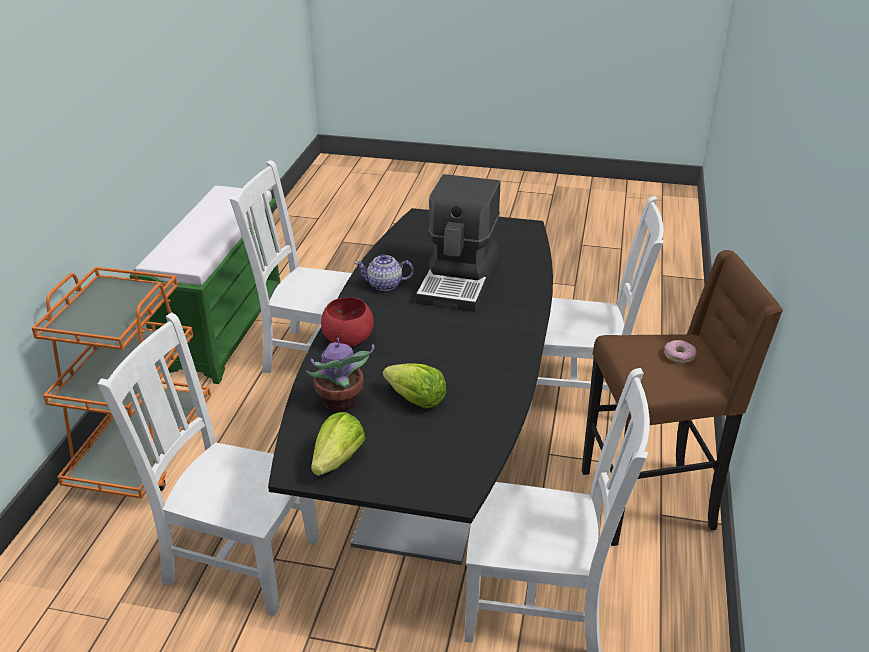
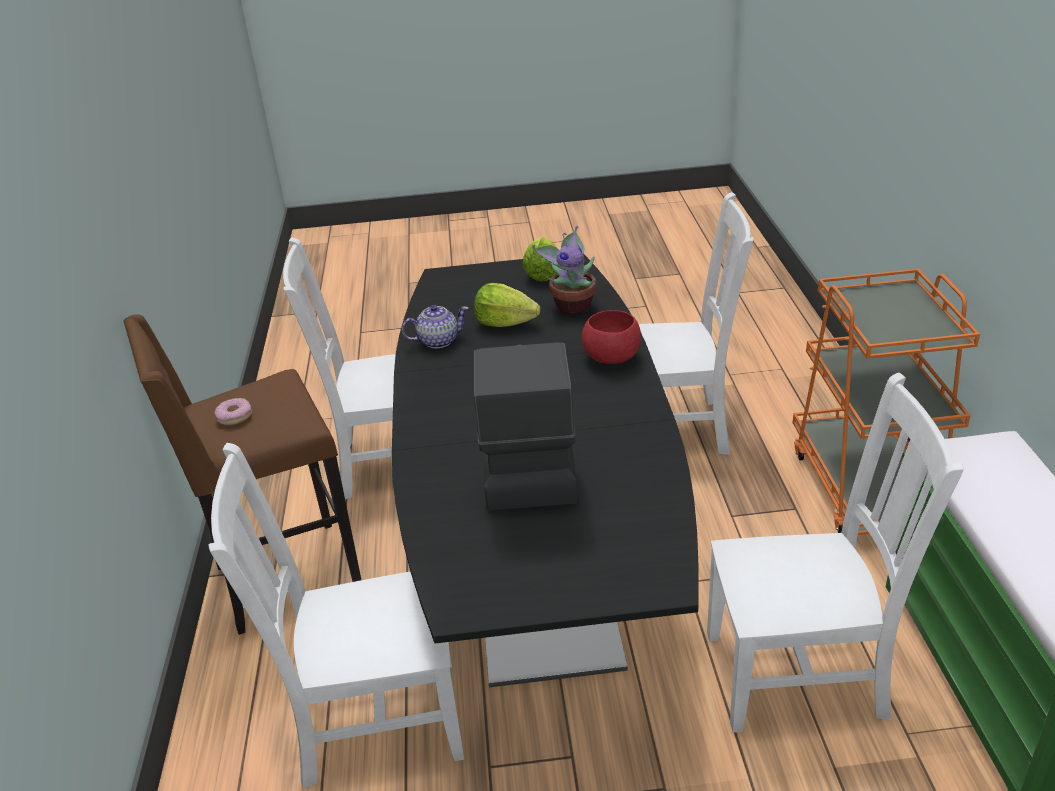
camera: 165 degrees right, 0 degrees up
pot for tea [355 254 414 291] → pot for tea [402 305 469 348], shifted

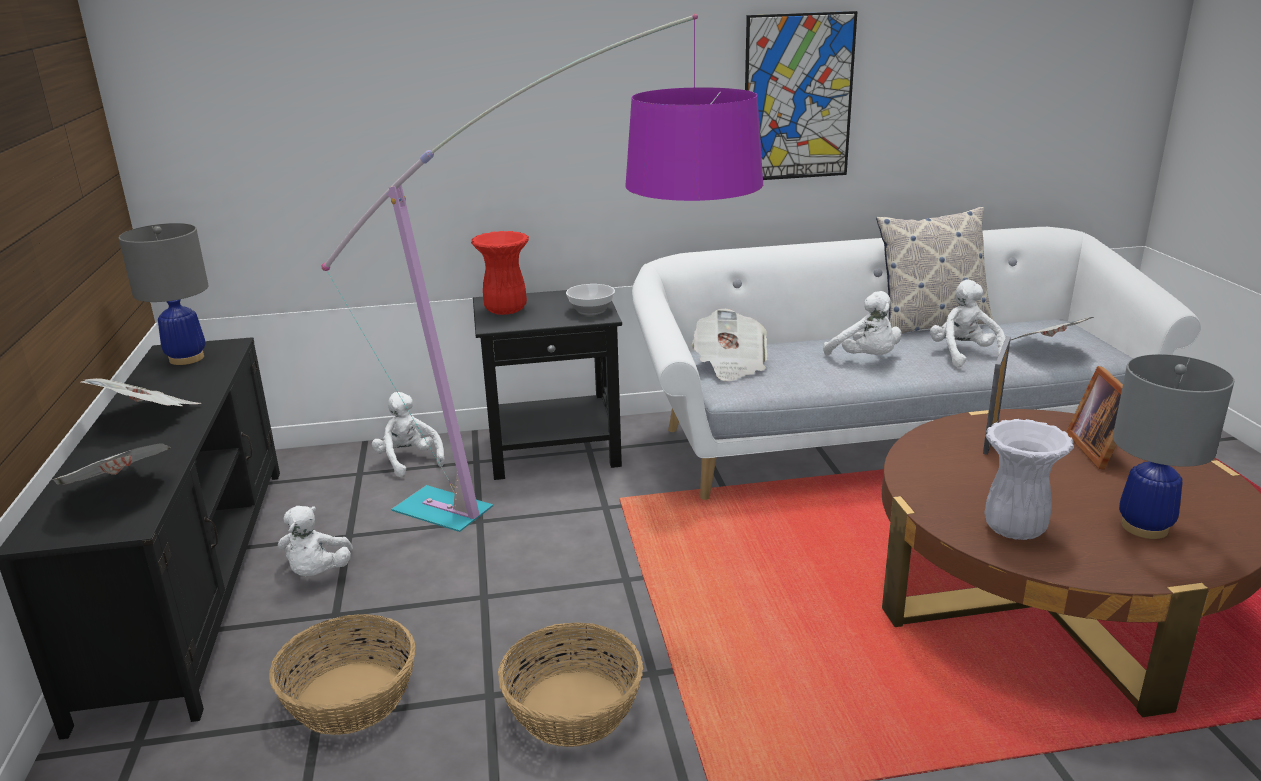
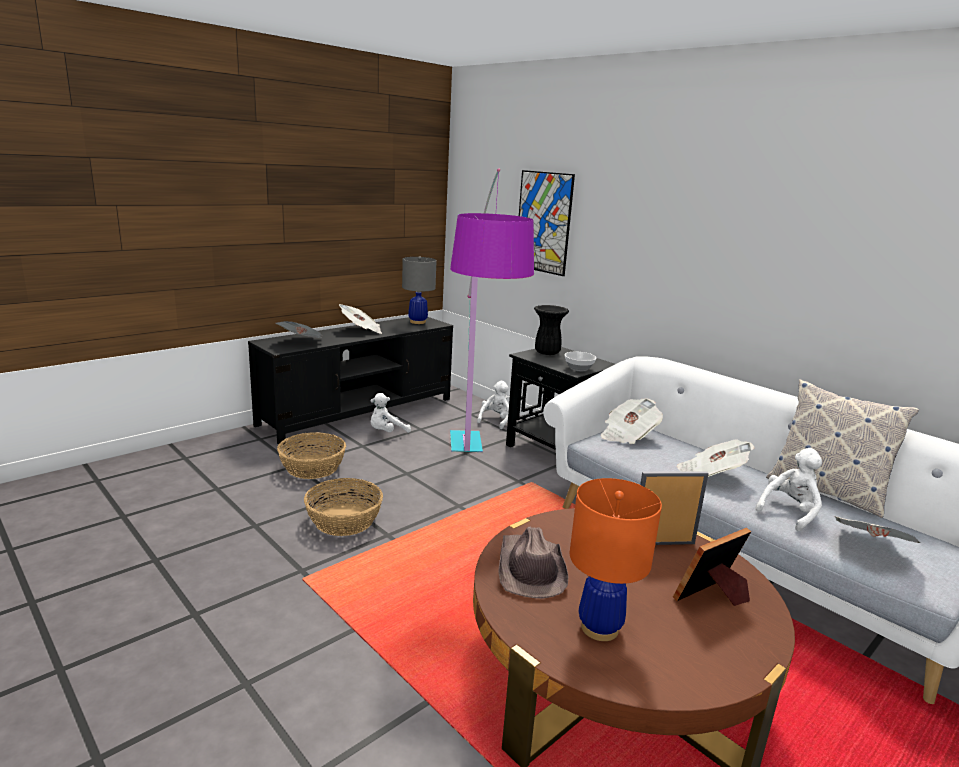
camera: 55 degrees right, 5 degrees down
whitish vase [984 419 1074 540] → brownish hat [498 527 569 598]
wall art [745 11 857 180] → wall art [519 170 575 276], shifted
red-coloured vase [471 231 529 315] → black vase [534 305 569 355]
gray tabletop lamp [1113 354 1234 539] → orange-coloured tabletop lamp [570 478 662 641]
whitish soft toy [823 291 902 355] → daily paper [677 439 755 477]

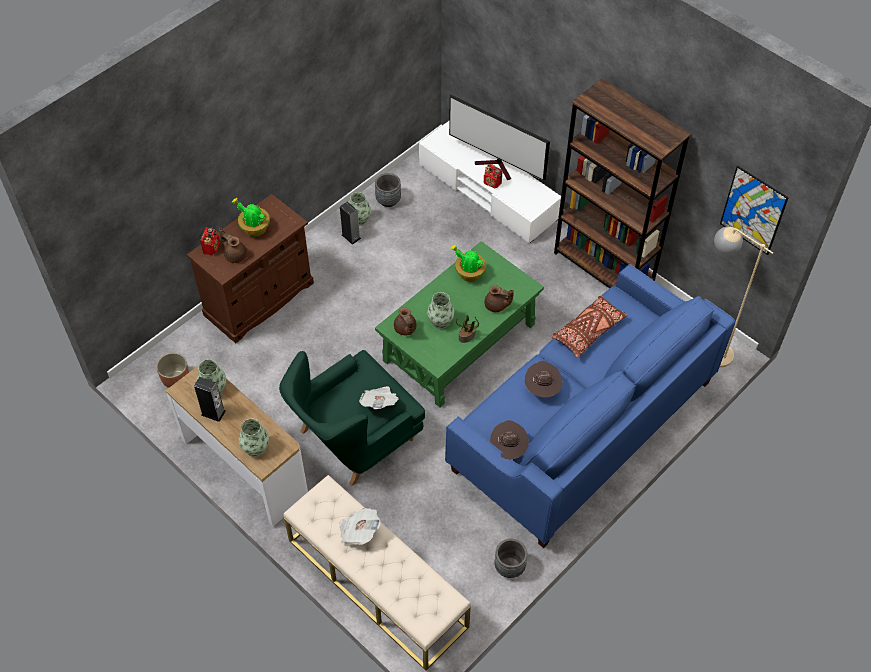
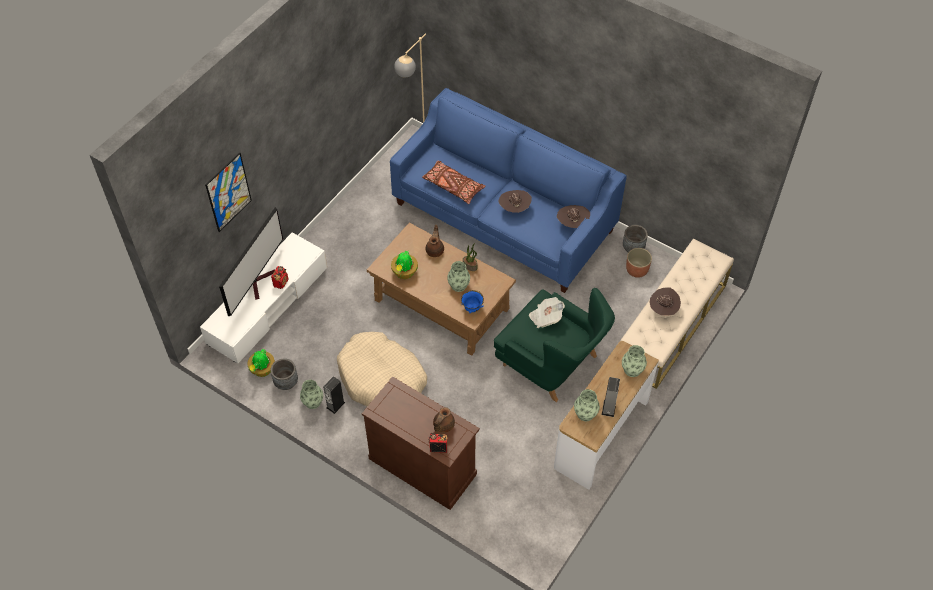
camera: 100 degrees left, 0 degrees up
wall art [720 166 789 255] → wall art [205 152 252 232], shifted
houseplant [232 198 270 237] → houseplant [248 349 275 377], shifted
- → beige pet bed [337 332 427 406]
green coffee table [375 241 544 407] → brownish coffee table [367 223 516 356]
brownish pot for tea [394 308 416 335] → blue-coloured bowl [461 290 484 314]
flower pot [156 353 189 388] → flower pot [626 248 652 278], shifted
daily paper [339 508 380 545] → brownish hat [649 287 681 316]
brownish bookshelf [554 79 691 288] → -

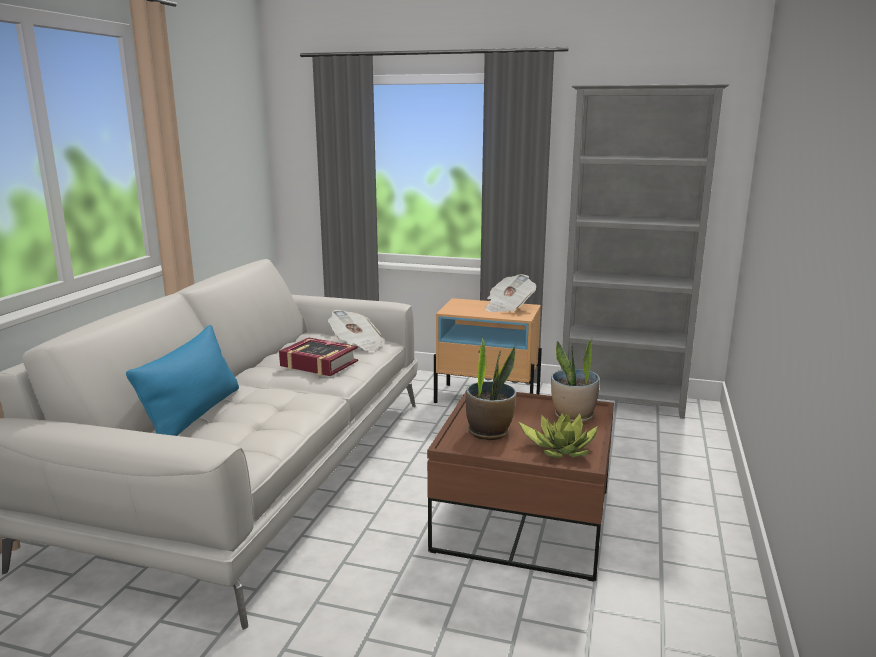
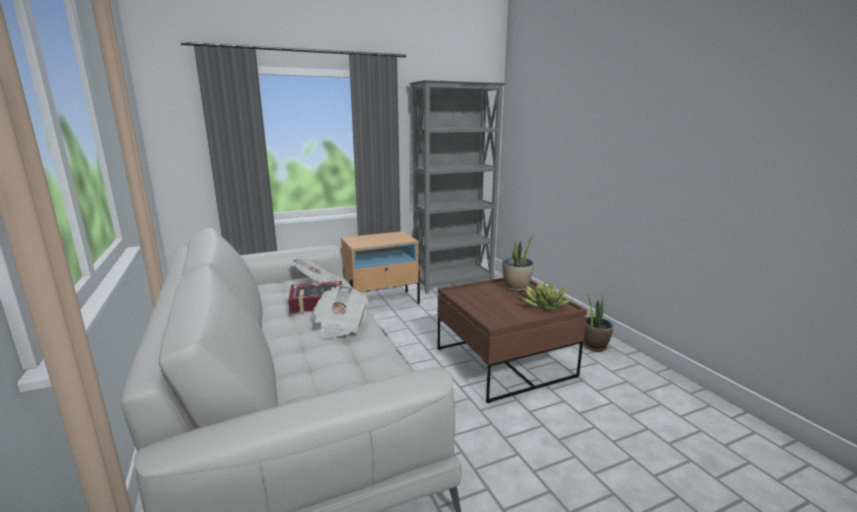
camera: 40 degrees left, 0 degrees up
daily paper [485 274 536 312] → daily paper [313 285 369 339], shifted
houseplant [466 337 516 440] → houseplant [583 295 614 352], shifted
blue-coloured pillow [126 325 239 436] → -

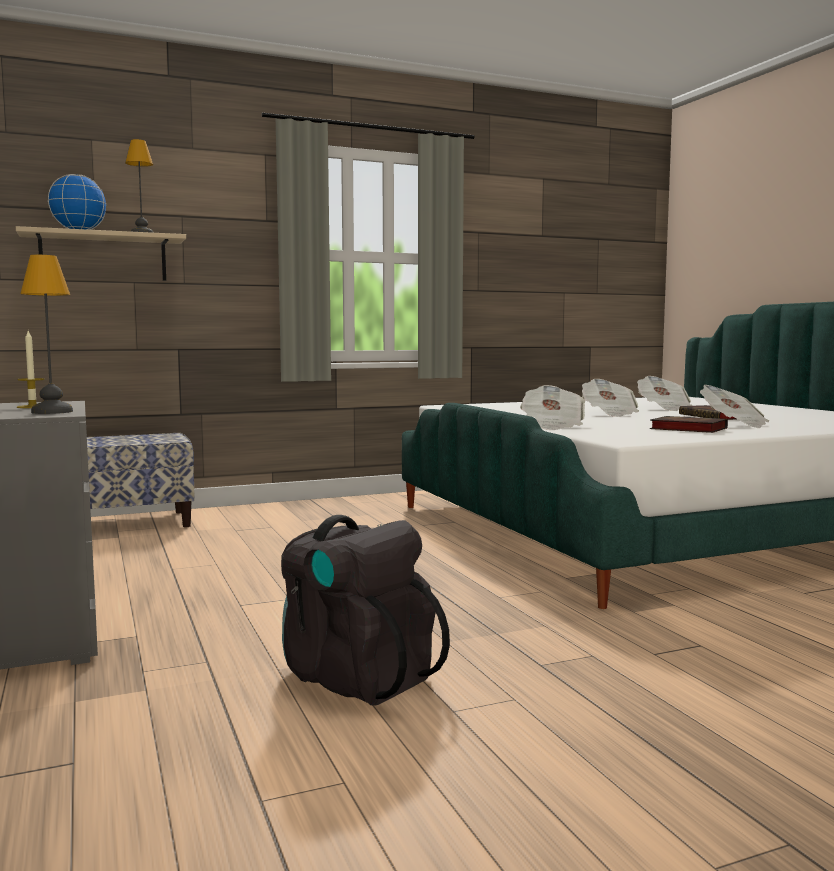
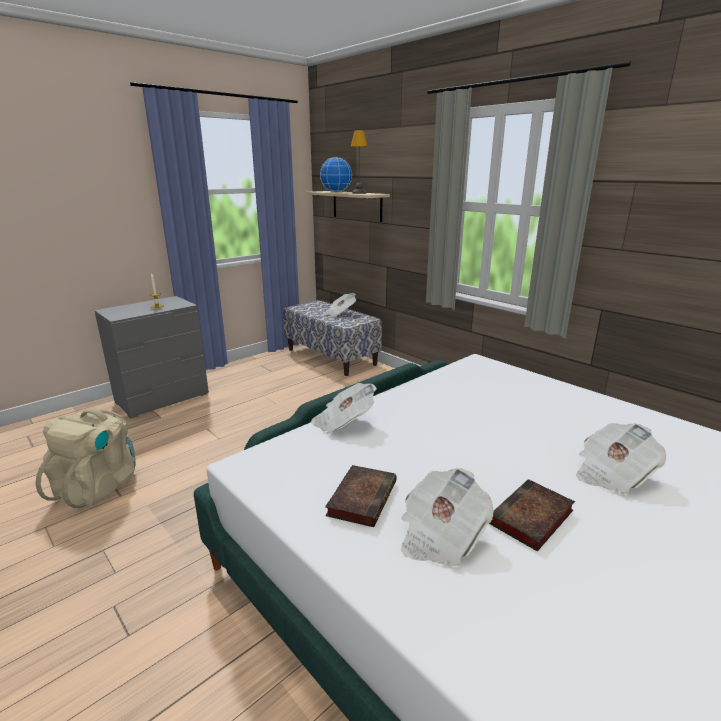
camera: 70 degrees right, 15 degrees up
black rucksack [281 515 450 706] → beige rucksack [36 408 136 509]
daily paper [582 379 639 417] → daily paper [324 293 356 316], shifted
tabletop lamp [20 255 73 414] → -

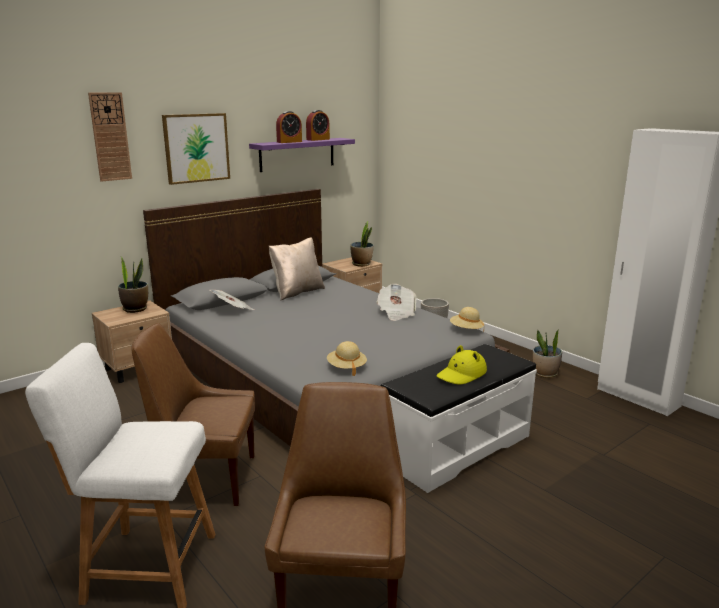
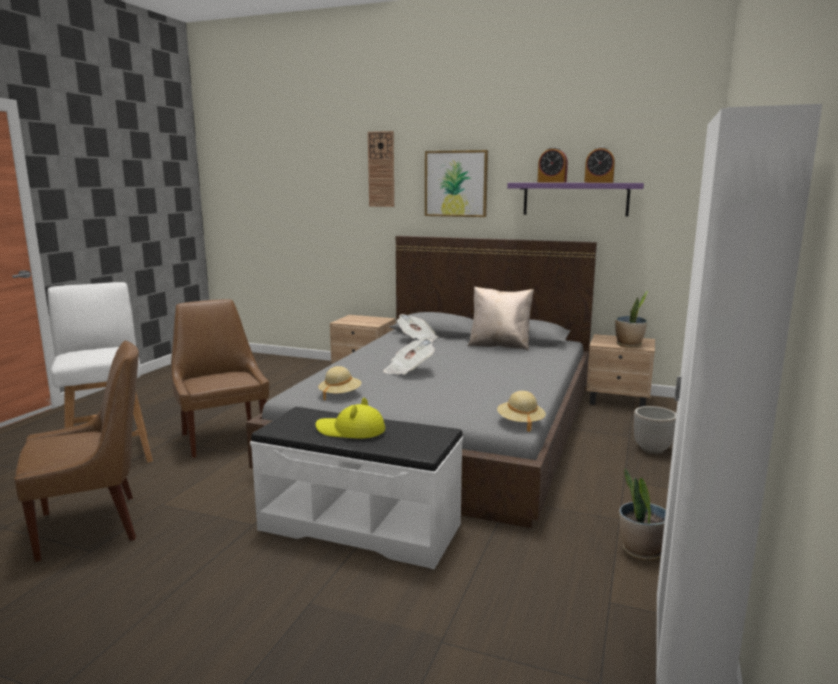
camera: 60 degrees right, 5 degrees down
daily paper [377 284 417 321] → daily paper [383 338 435 375], shifted
houseplant [118 257 148 313] → -

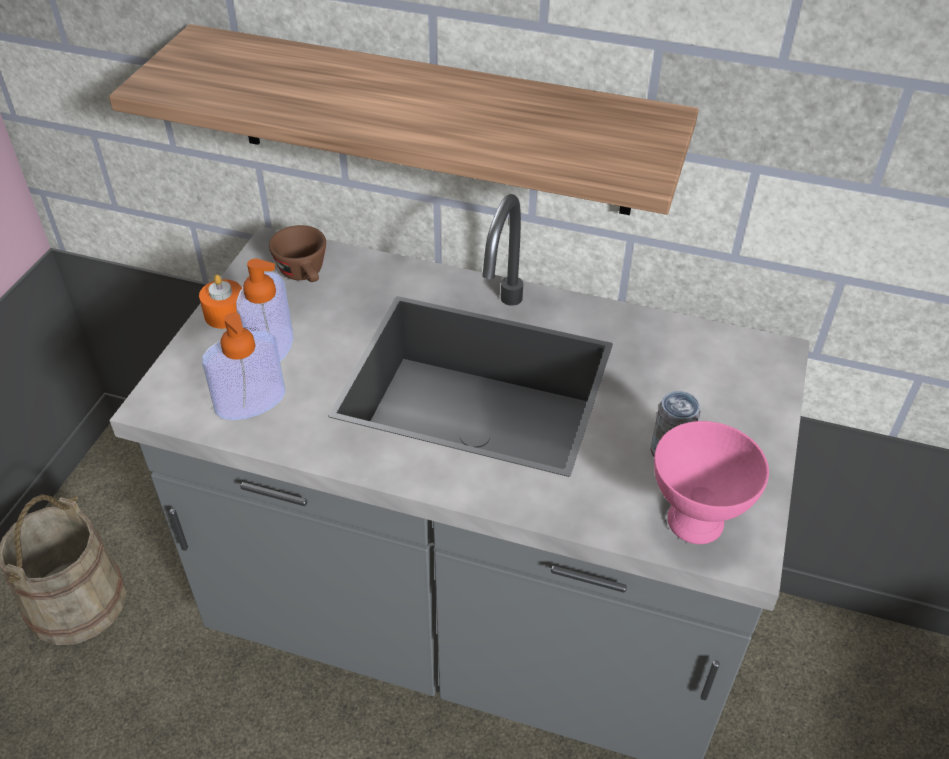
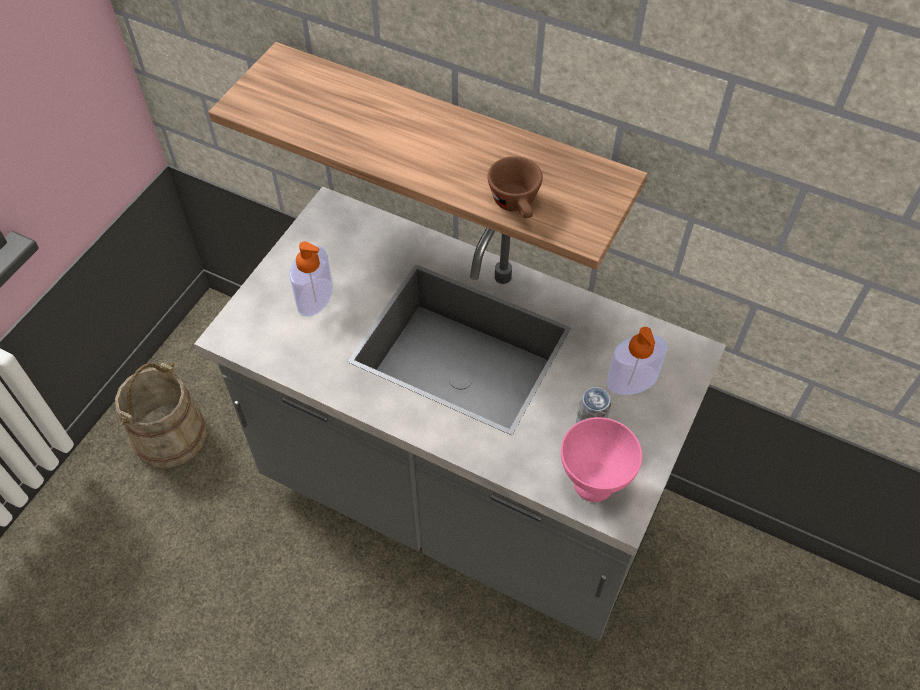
camera: 10 degrees right, 10 degrees up
brownish drinking cup [269 225 326 282] → brownish drinking cup [487 156 543 218], shifted
soap dispenser [202 312 285 420] → soap dispenser [607 327 667 395], shifted
orange-coloured wax light [199 275 242 329] → -

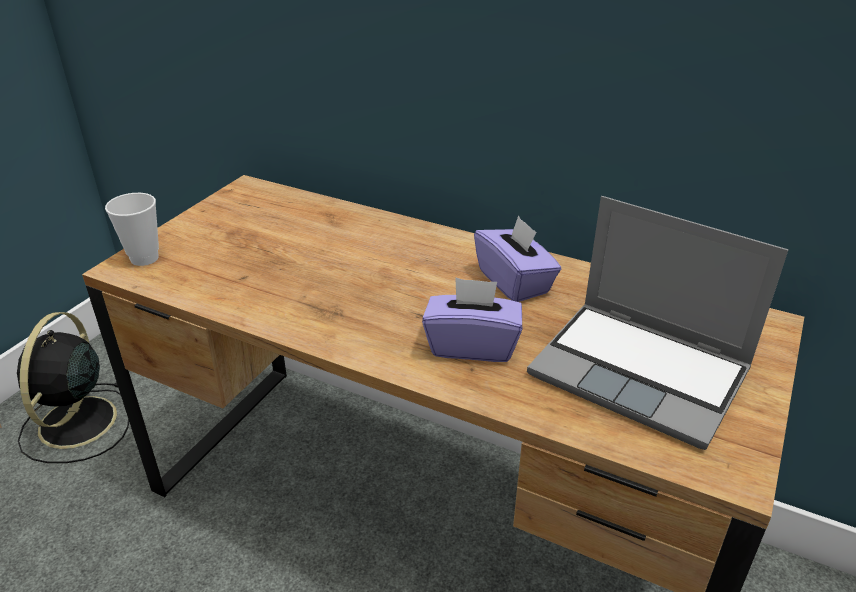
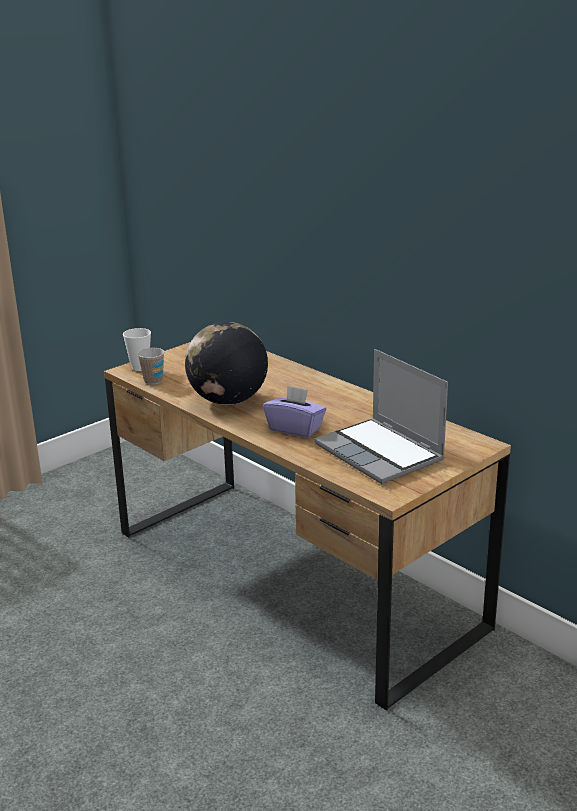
camera: 20 degrees right, 10 degrees down
- → drinking cup [137 348 164 385]
- → desk globe [185 322 268 405]
black cooling fan [17 312 129 463] → -
purple-coloured tissue holder [474 215 561 302] → -

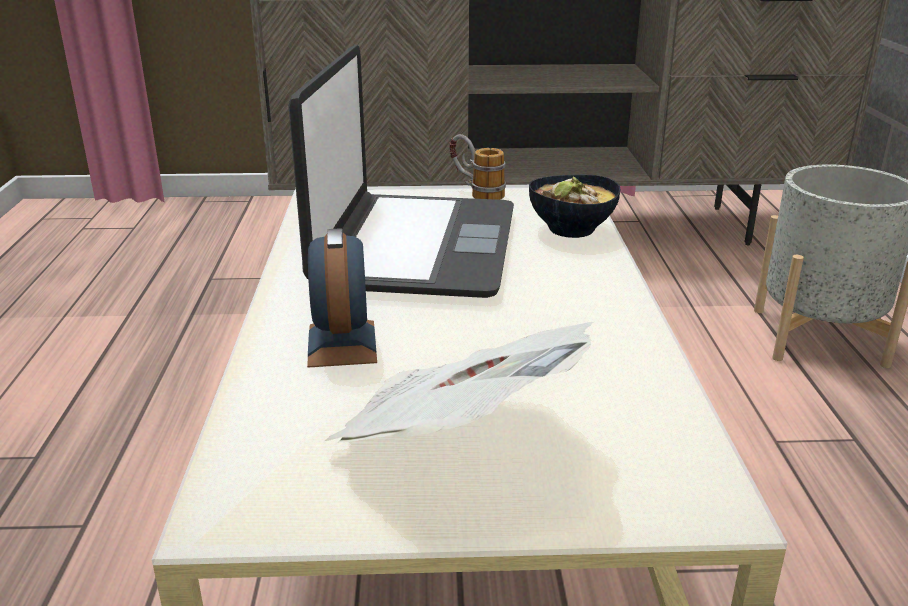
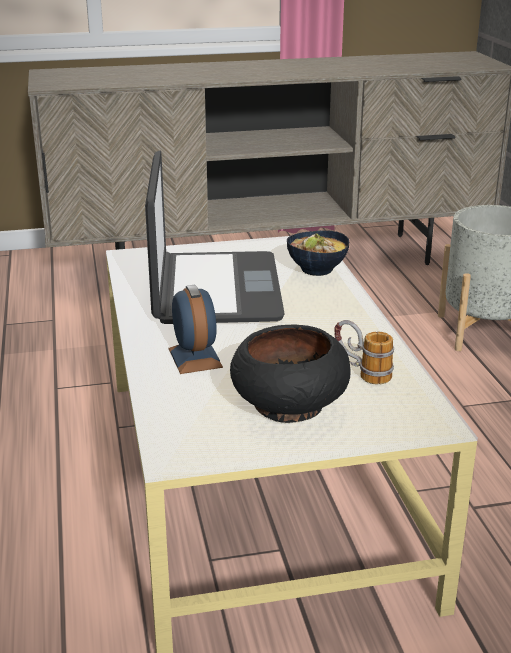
camera: 10 degrees left, 0 degrees up
daily paper [324 322 594 443] → black bowl [230 325 351 423]
mug [450 134 506 200] → mug [334 320 394 384], shifted

